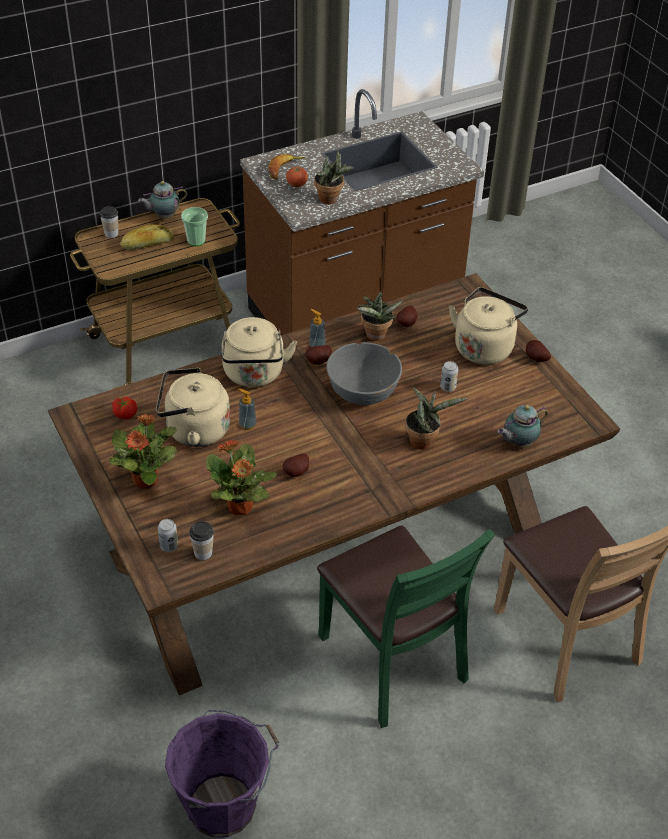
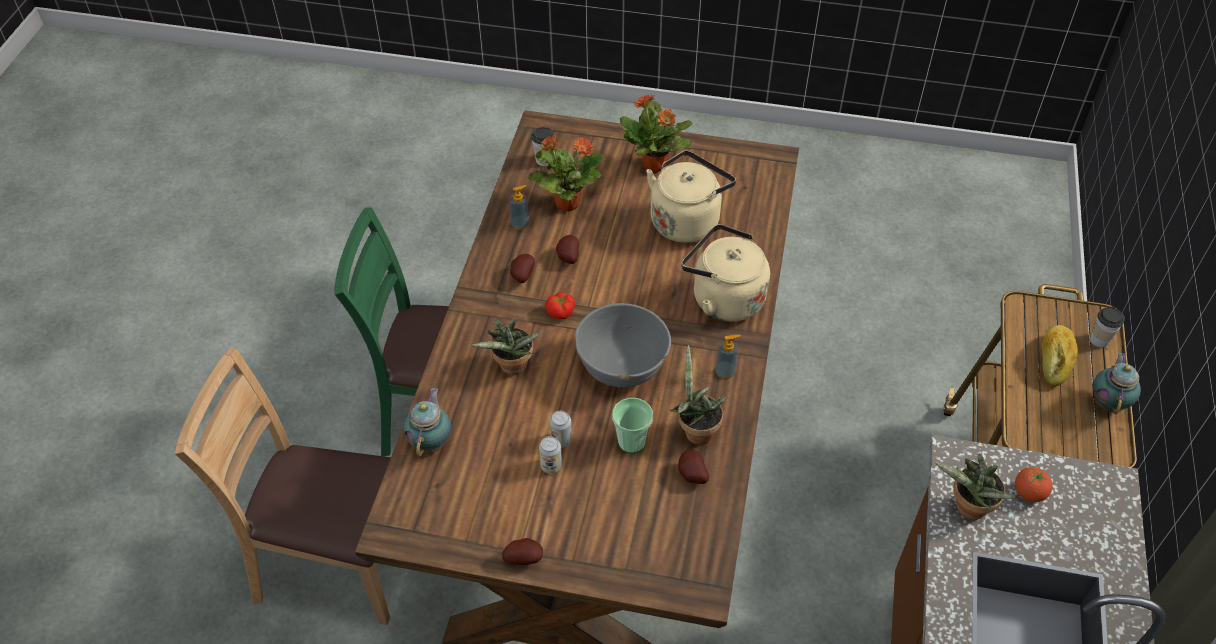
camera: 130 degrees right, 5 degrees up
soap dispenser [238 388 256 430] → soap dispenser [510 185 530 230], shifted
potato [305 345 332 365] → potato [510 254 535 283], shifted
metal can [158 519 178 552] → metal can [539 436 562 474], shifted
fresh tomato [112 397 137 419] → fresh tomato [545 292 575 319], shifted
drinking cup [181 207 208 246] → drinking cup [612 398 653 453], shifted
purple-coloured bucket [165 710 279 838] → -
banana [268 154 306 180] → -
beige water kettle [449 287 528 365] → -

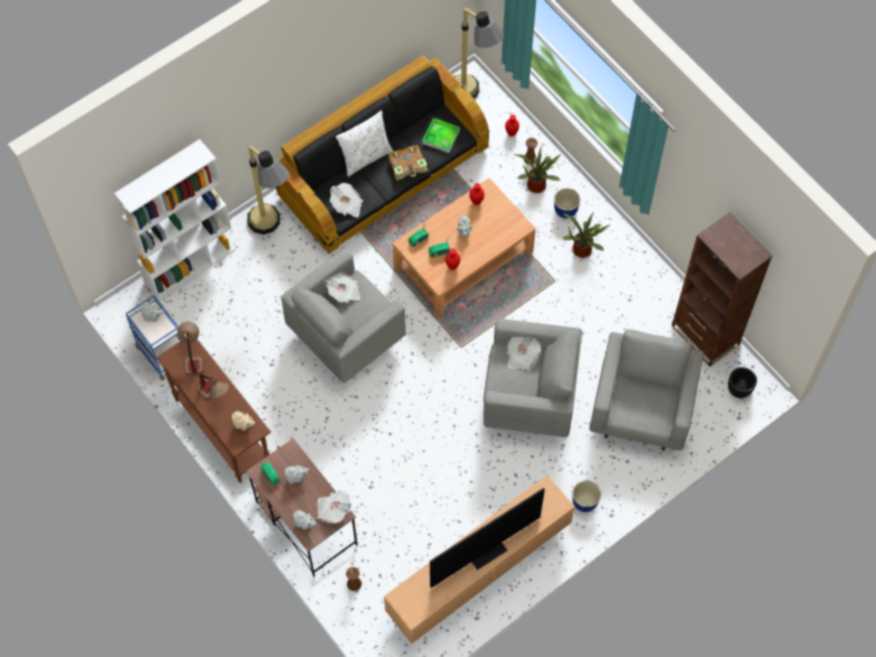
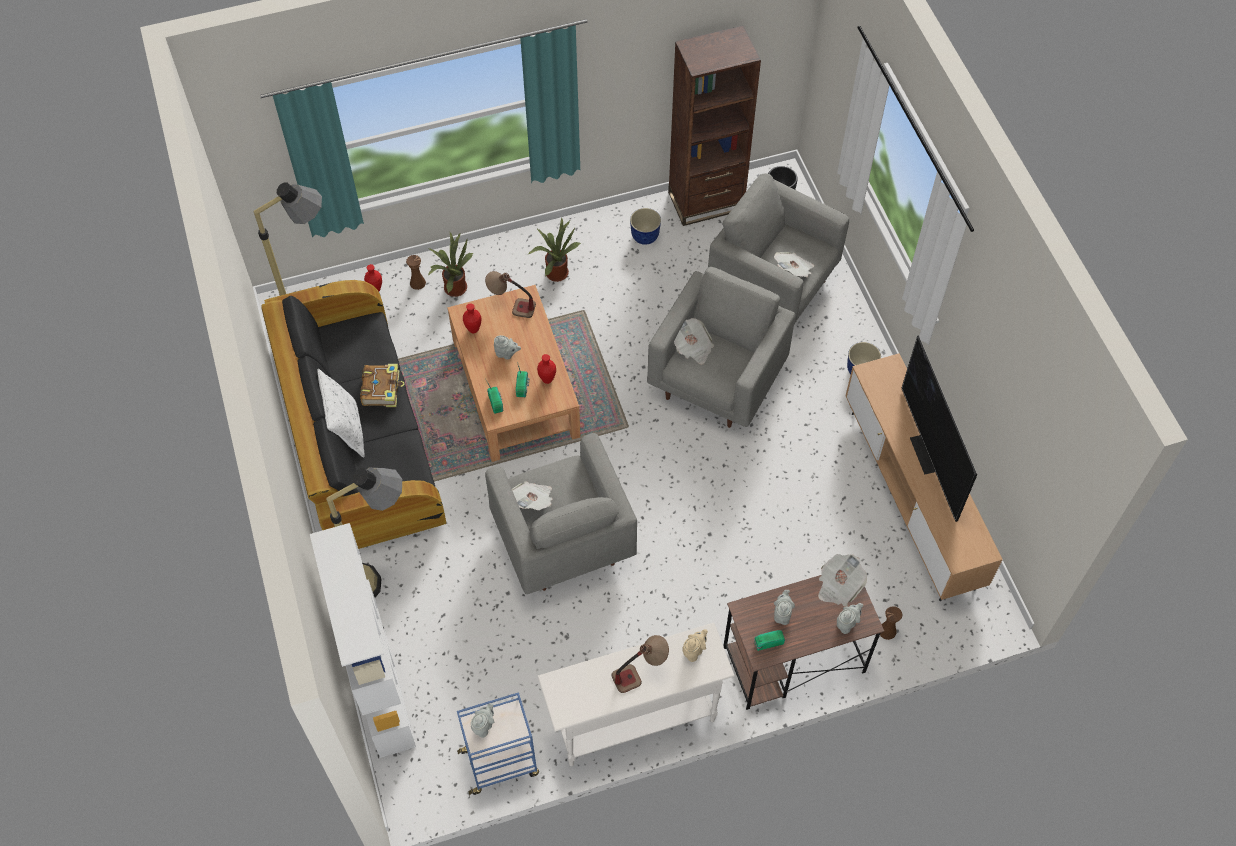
camera: 70 degrees left, 5 degrees down
tabletop lamp [177 322 204 375] → tabletop lamp [485 271 536 318], shifted
brownish console table [156 335 271 483] → whitish console table [538 623 735 766]
flower pot [554 188 580 218] → flower pot [630 208 661 245], shifted
daily paper [330 183 363 218] → daily paper [774 252 814 277], shifted
tray [422 118 460 153] → -

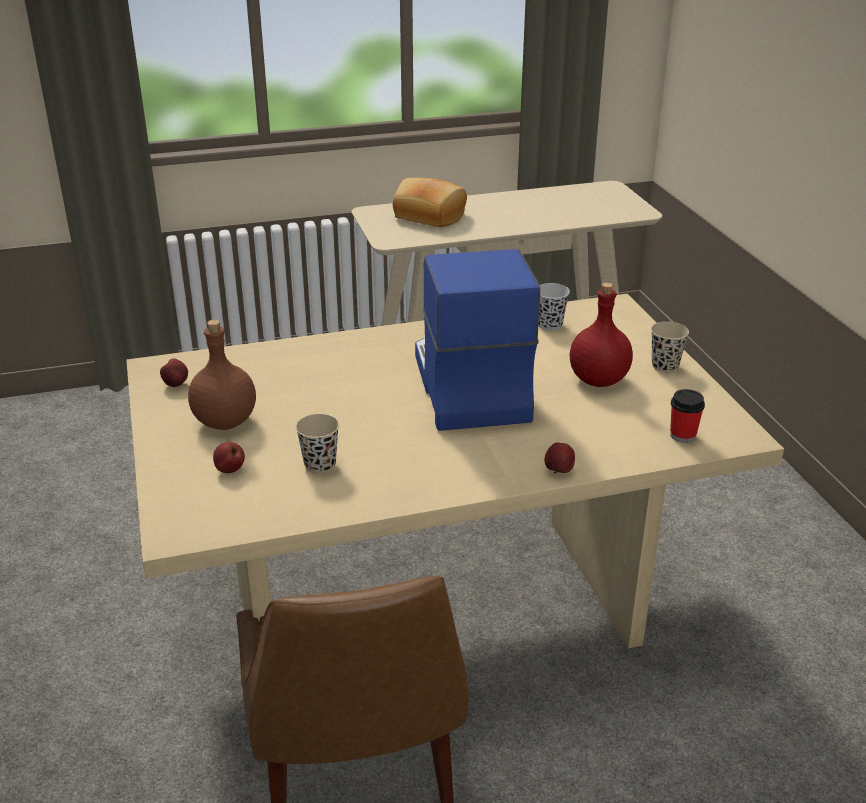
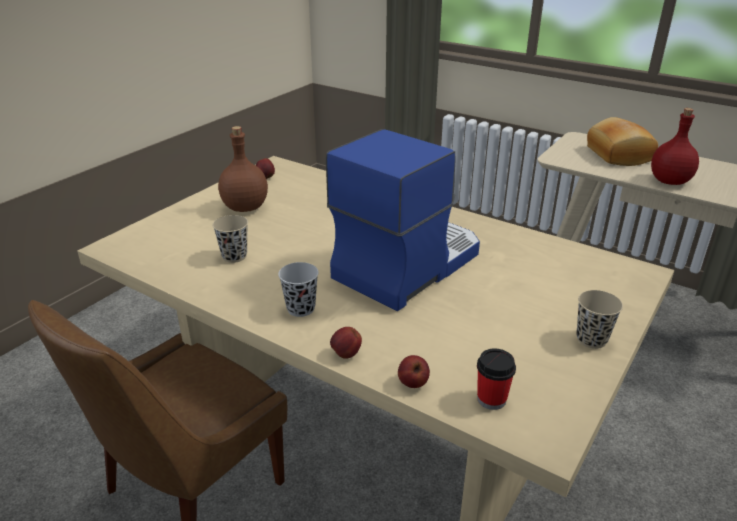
camera: 50 degrees right, 0 degrees up
black drinking cup [538 283 570 331] → black drinking cup [278 262 319 317], shifted
apple fruit [213 442 245 473] → apple fruit [398 355 430 388], shifted
red-coloured drink bottle [570 282 633 387] → red-coloured drink bottle [651 108 699 185], shifted

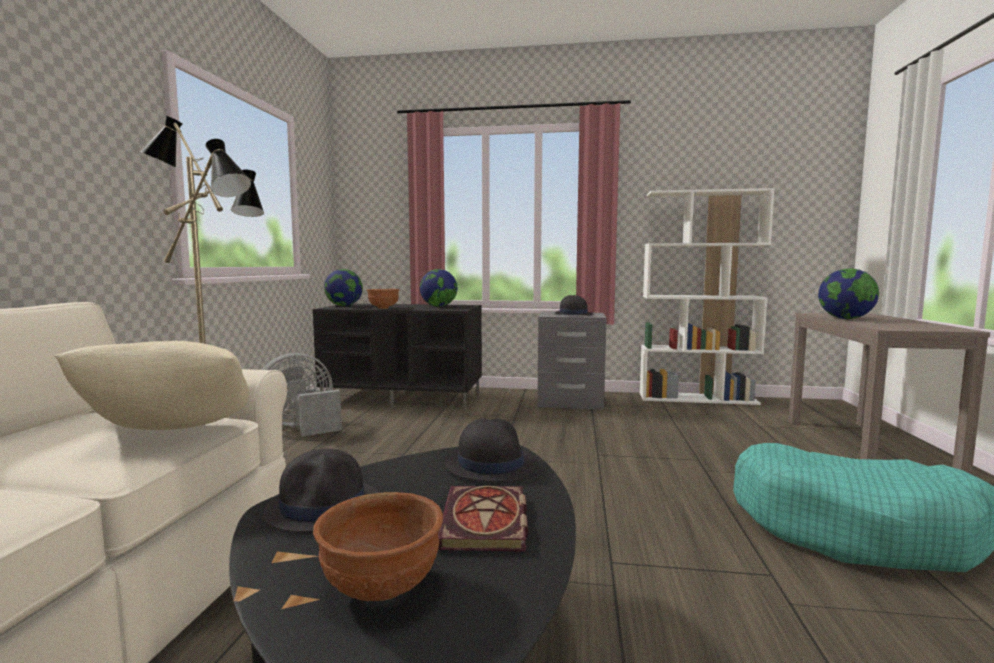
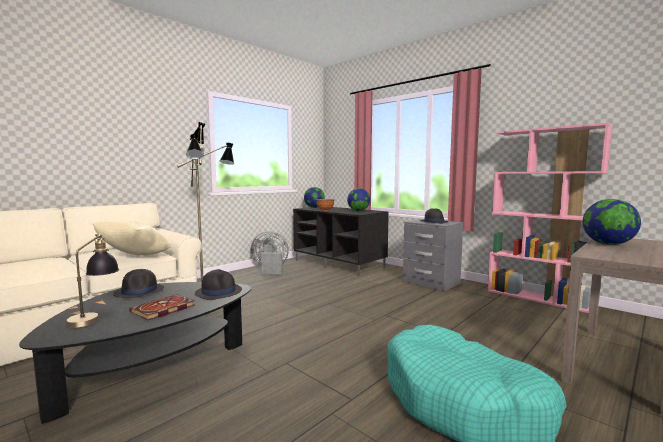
camera: 35 degrees right, 0 degrees up
brownish bowl [313 492 443 601] → tabletop lamp [65 233 119 328]
whitish bookshelf [640 188 775 405] → pink-coloured bookshelf [488 123 612 313]

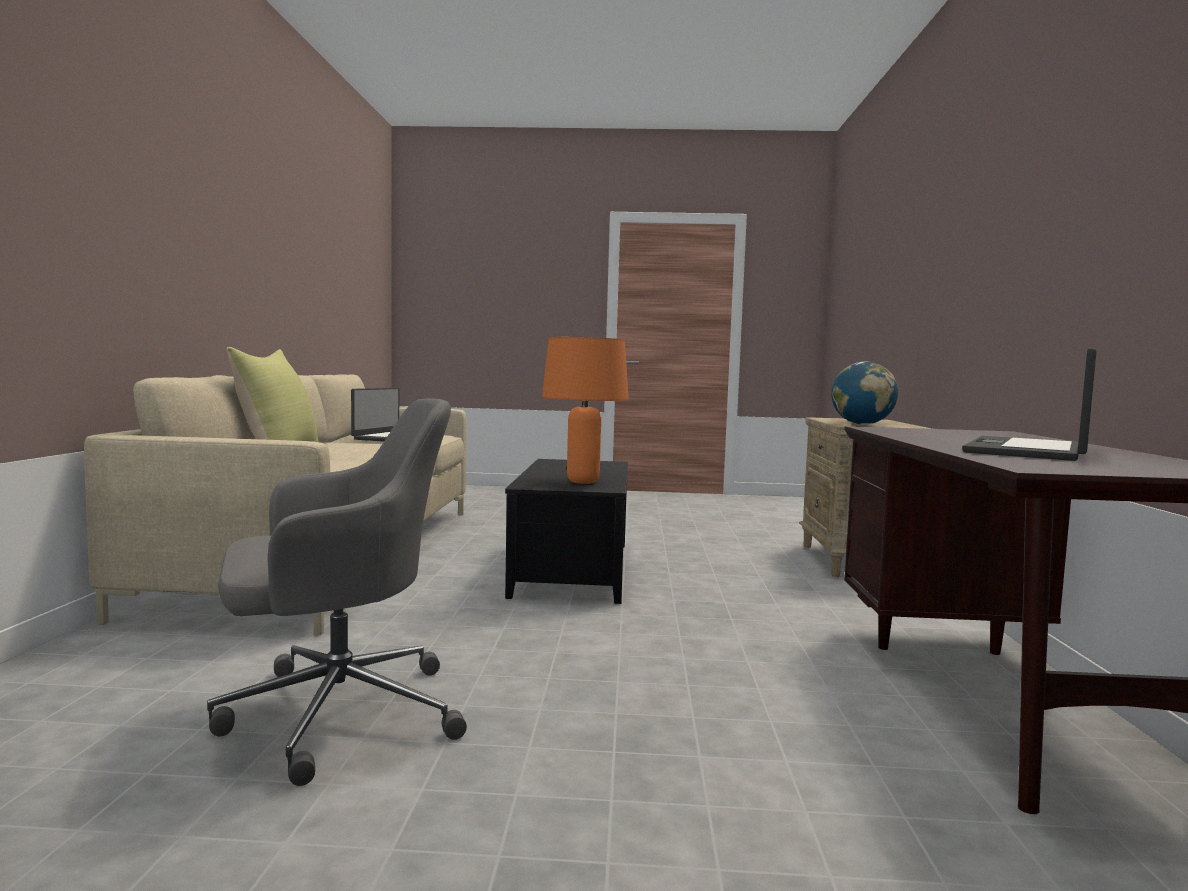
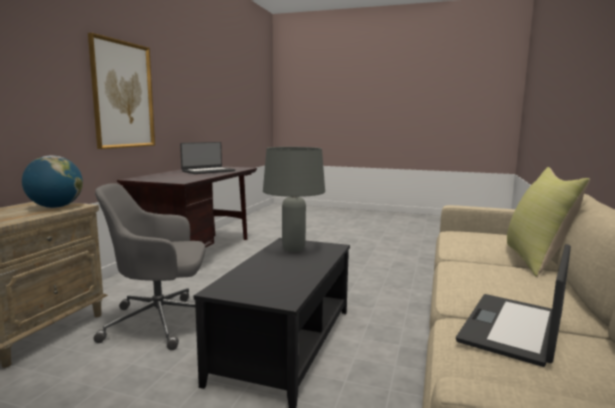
camera: 165 degrees left, 5 degrees up
- → wall art [88 33 155 149]
gray computer chair [207 398 467 786] → gray computer chair [93 183 205 350], shifted
orange-coloured tabletop lamp [542 337 629 484] → gray tabletop lamp [263 147 325 252]

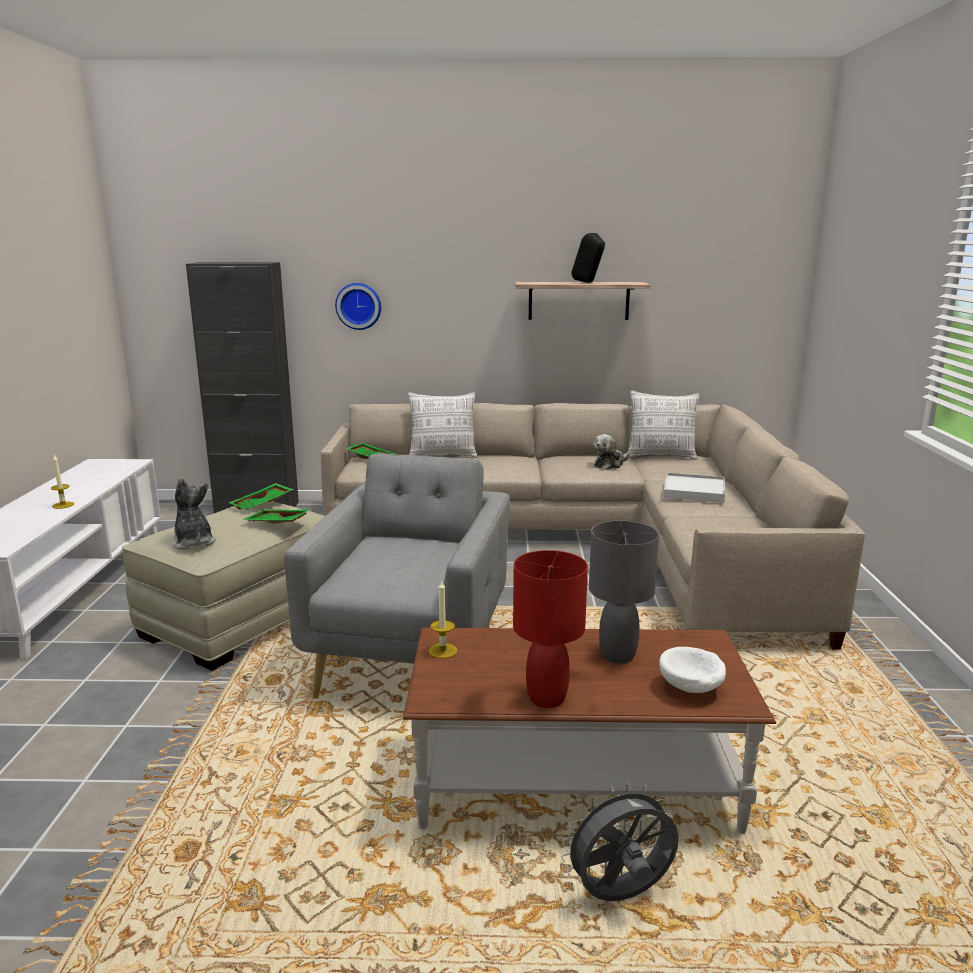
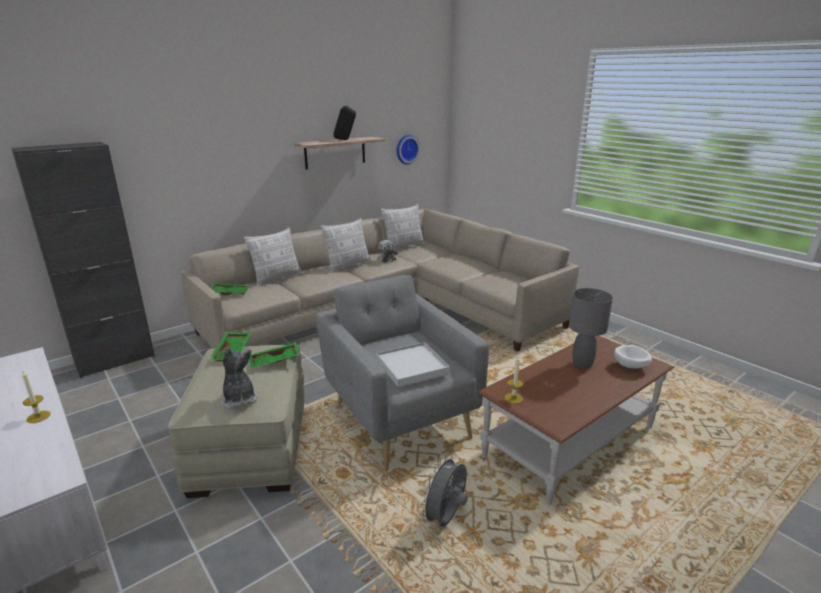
camera: 40 degrees left, 5 degrees up
soft toy [172 478 216 550] → soft toy [221 347 258 409], 45 degrees clockwise
- → pillow [320 218 372 273]
whitish tray [663 473 725 503] → whitish tray [376 342 450 387], shifted
clock on the wall [335 283 381 330] → clock on the wall [397 135 420 165], shifted
gray cooling fan [561 783 679 901] → gray cooling fan [420 454 468 527], shifted
red-coloured tabletop lamp [513 550 588 708] → -

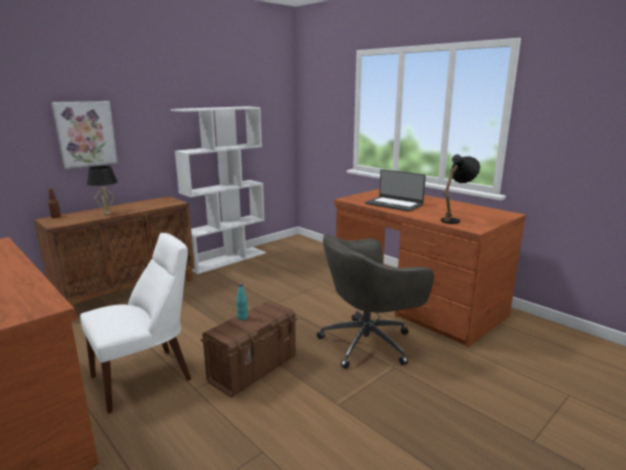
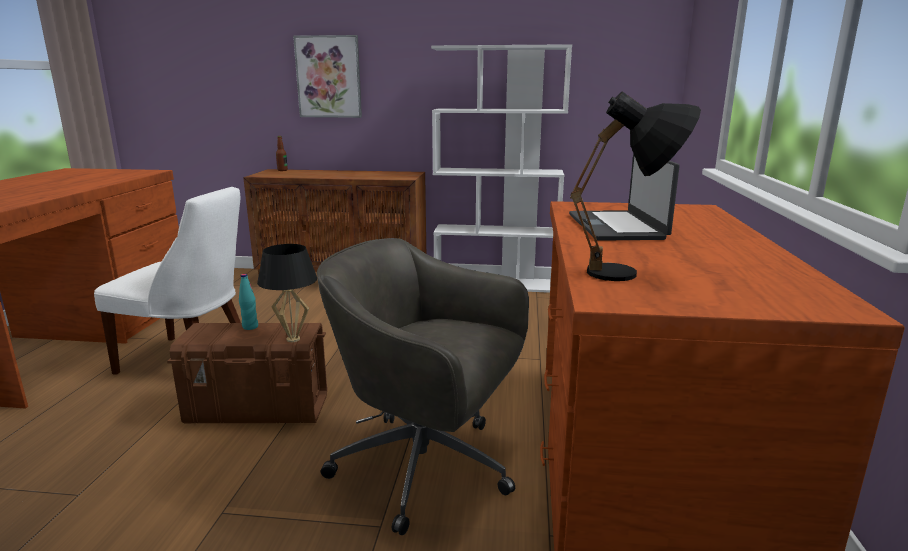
camera: 50 degrees right, 0 degrees up
black tabletop lamp [87 166 117 214] → black tabletop lamp [257 244 317 342], shifted

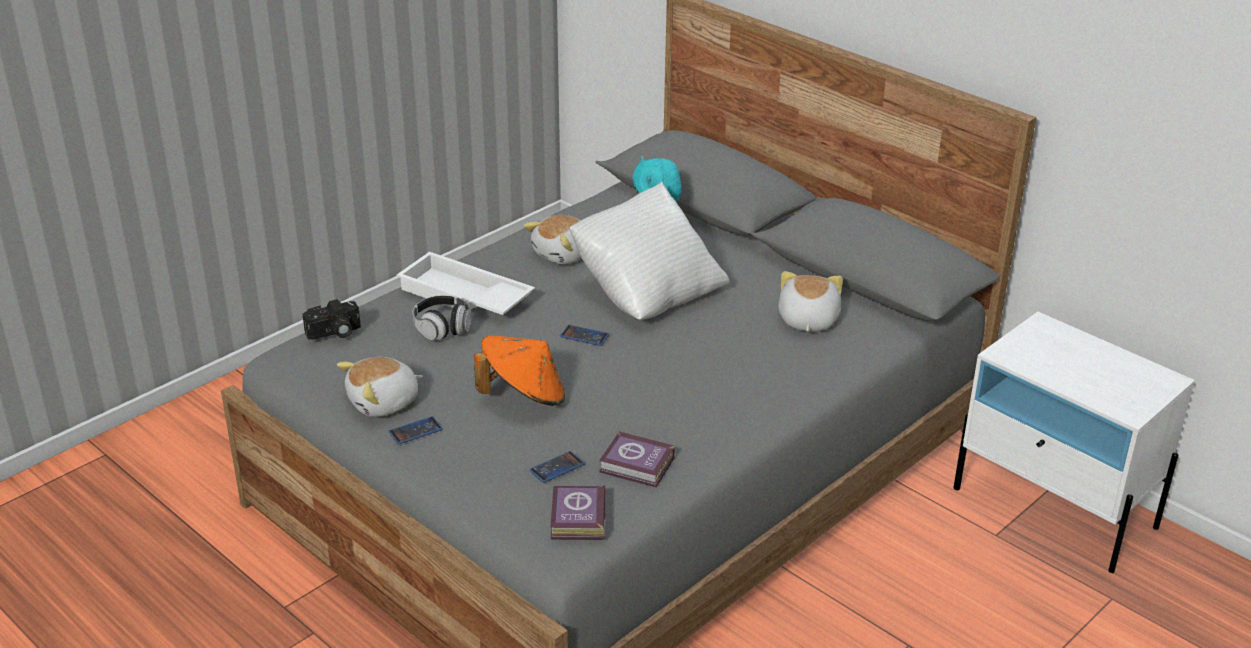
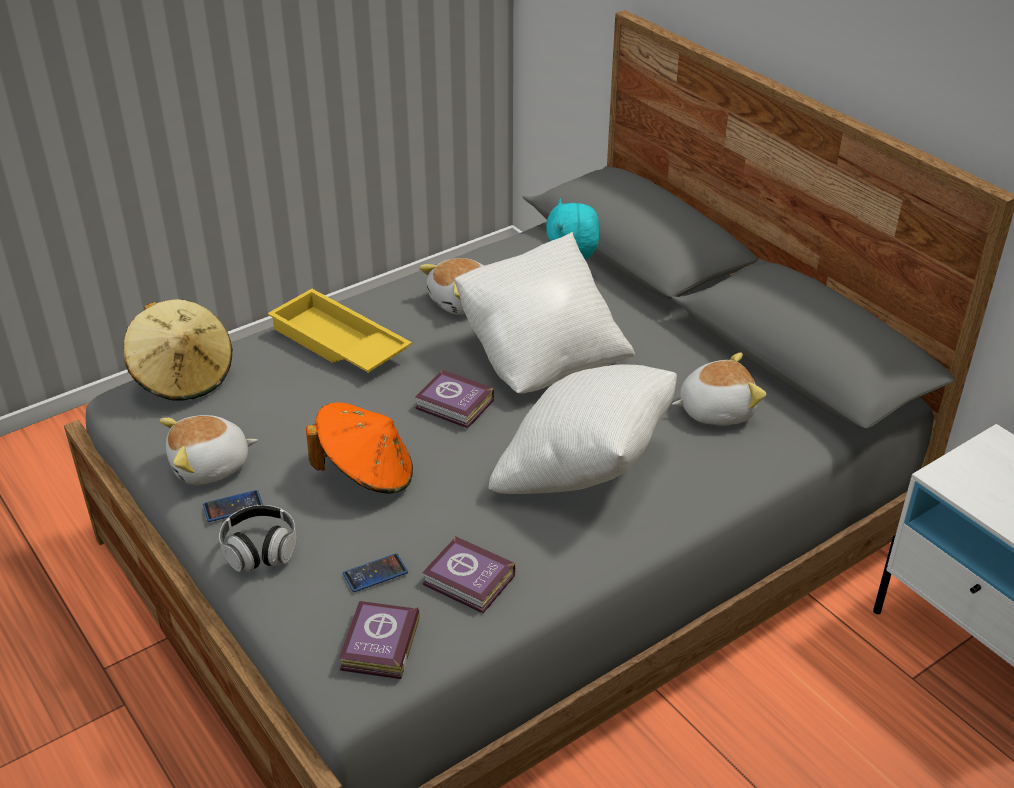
camera: 10 degrees right, 5 degrees up
photo camera [303 299 361 340] → beige hat [124 299 233 401]
headphones [413 295 471 340] → headphones [219 505 297 572], shifted
whitish tray [396 252 535 315] → yellowish tray [268 289 412 373]
phone [560 325 609 346] → volume [415 369 494 428]
- → whitish pillow [489 364 677 494]
soft toy [778 271 843 332] → soft toy [672 353 766 425], 60 degrees clockwise

